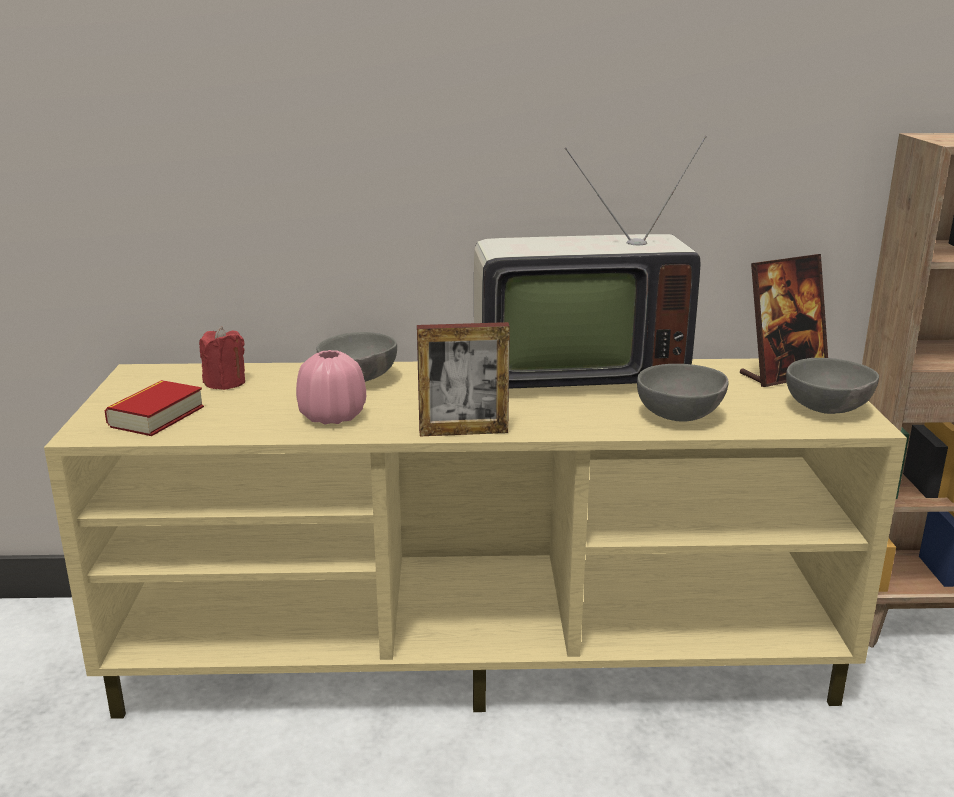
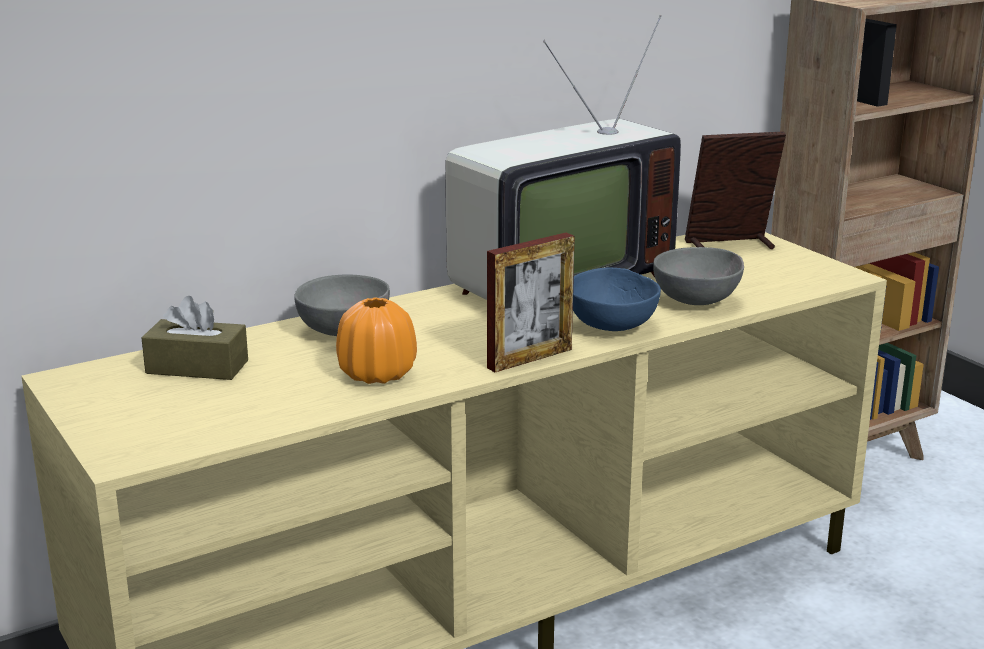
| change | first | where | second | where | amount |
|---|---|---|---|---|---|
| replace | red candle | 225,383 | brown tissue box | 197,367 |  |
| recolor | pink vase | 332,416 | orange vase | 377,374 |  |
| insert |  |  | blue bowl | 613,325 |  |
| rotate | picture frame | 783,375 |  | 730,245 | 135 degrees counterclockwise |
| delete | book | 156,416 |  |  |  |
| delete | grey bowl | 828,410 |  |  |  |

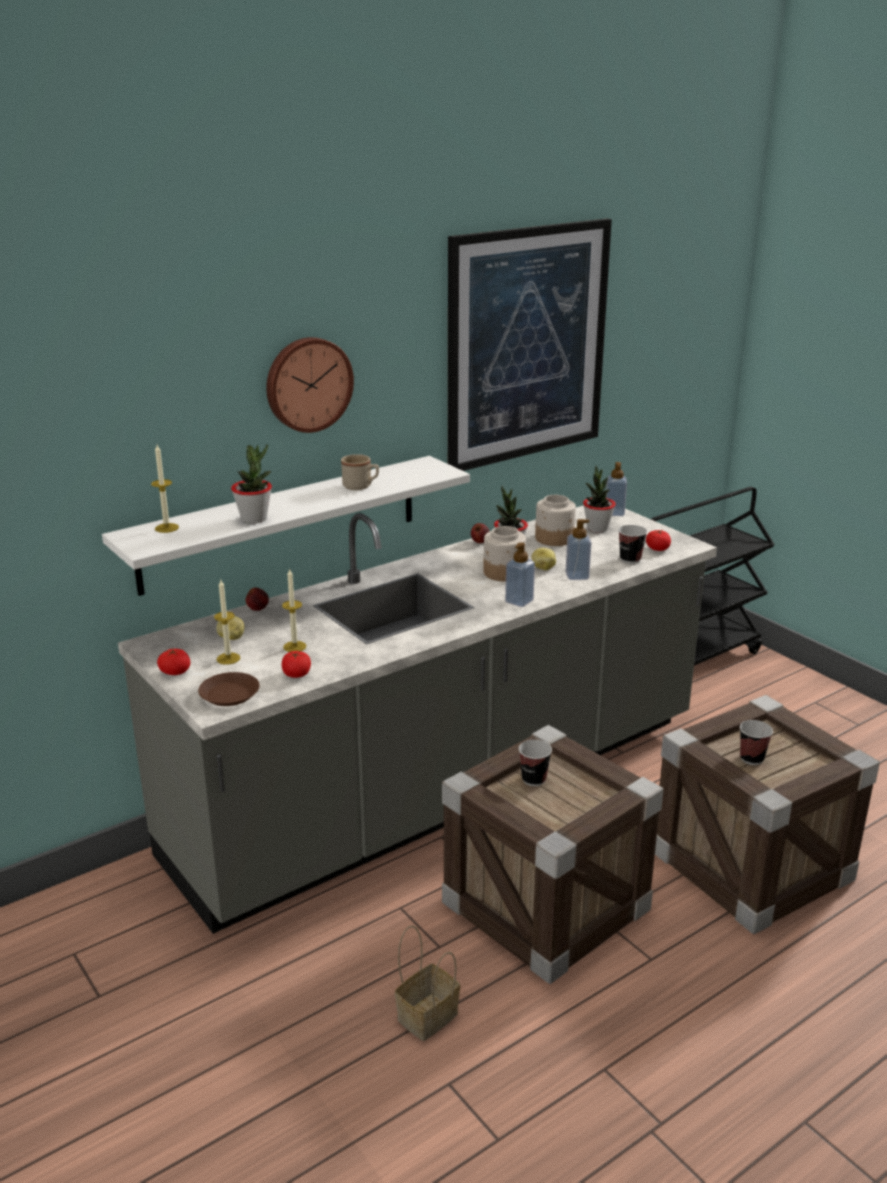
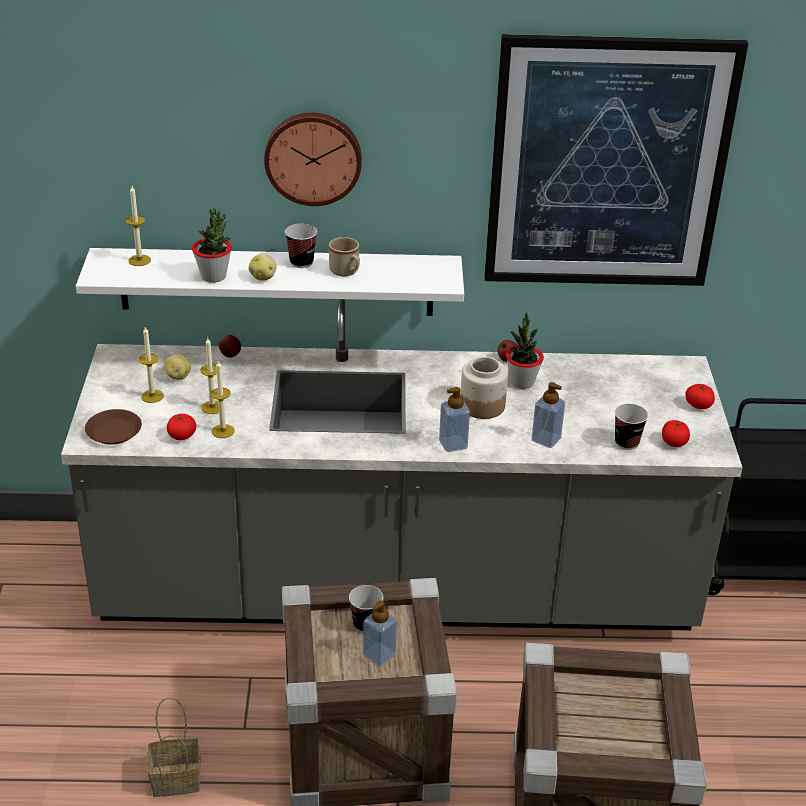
| change | first | where | second | where | amount |
|---|---|---|---|---|---|
| insert |  |  | candle | 223,431 |  |
| move | potato | 543,568 |  | 263,277 |  |
| move | cup | 751,758 |  | 301,262 |  |
| move | soap dispenser | 614,513 |  | 379,654 |  |
| move | tomato | 175,672 |  | 698,404 |  |
| delete | jar | 555,538 |  |  |  |
| delete | potted plant | 597,528 |  |  |  |

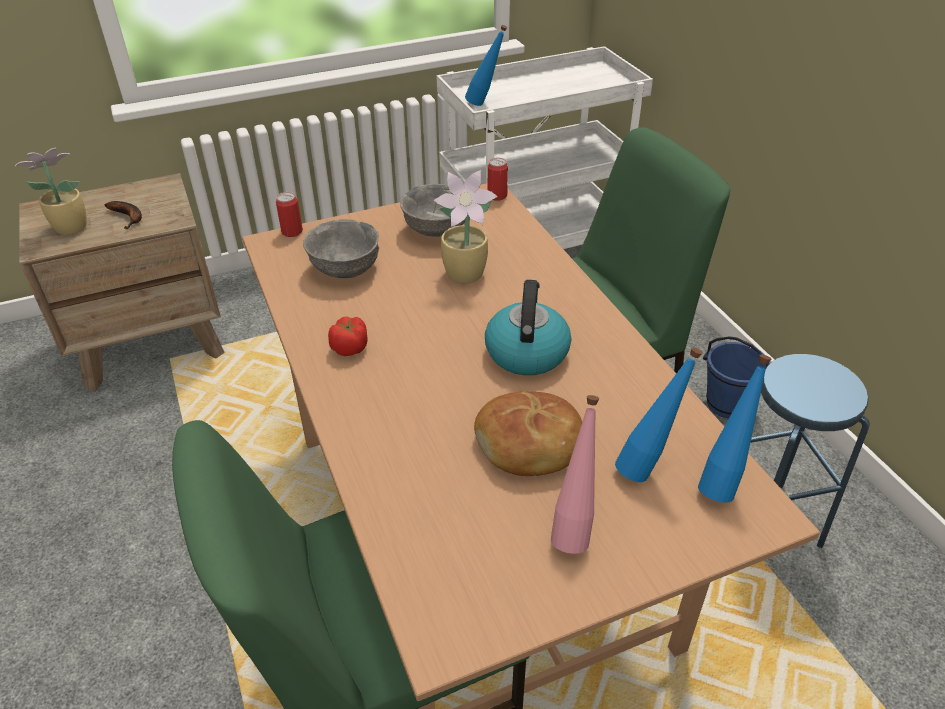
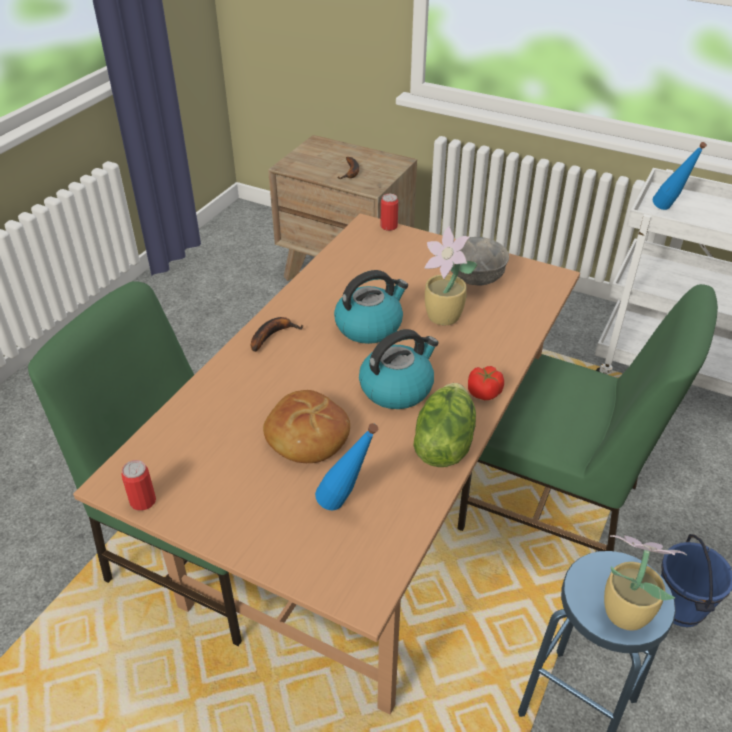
| change | first | where | second | where | amount |
|---|---|---|---|---|---|
| move | can | 497,196 |  | 143,501 |  |
| insert |  |  | banana | 272,335 |  |
| insert |  |  | kettle | 369,326 |  |
| insert |  |  | lettuce | 443,444 |  |
| move | tomato | 350,348 |  | 484,393 |  |
| move | potted plant | 69,228 |  | 623,611 |  |
| delete | grey bowl | 345,268 |  |  |  |
| delete | pink bottle | 573,528 |  |  |  |
| delete | blue bottle | 722,482 |  |  |  |

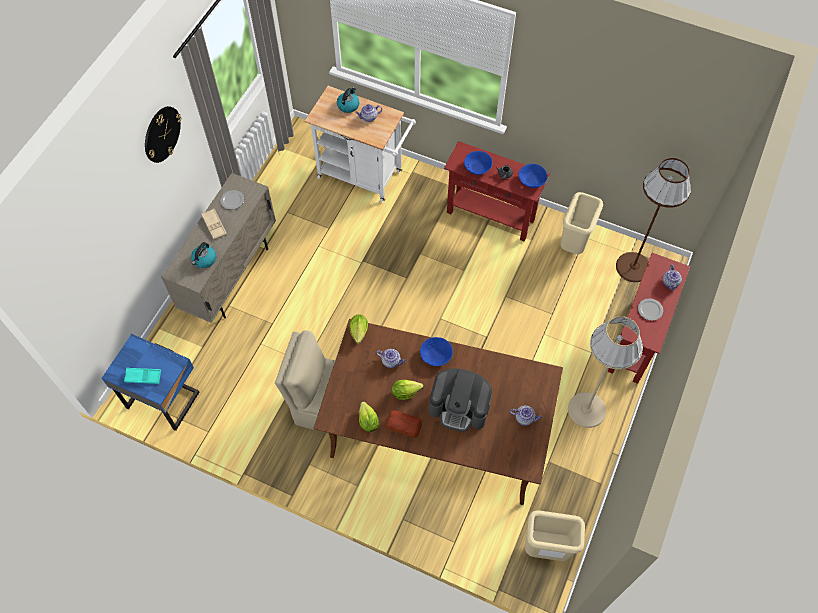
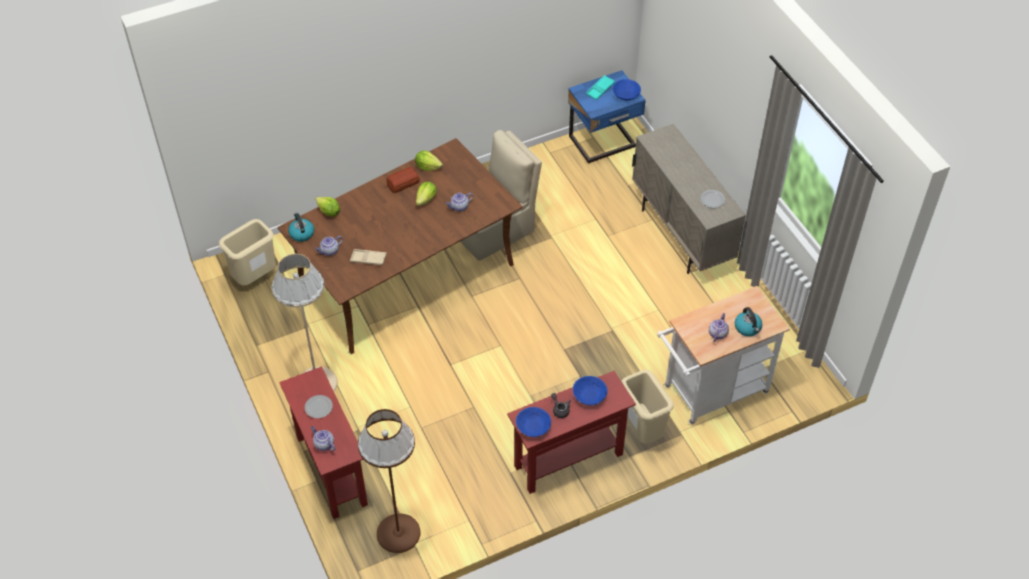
| change | first | where | second | where | amount |
|---|---|---|---|---|---|
| move | kettle | 204,260 |  | 301,233 |  |
| move | lettuce | 359,331 |  | 329,212 |  |
| move | beige tray | 214,225 |  | 368,259 |  |
| move | blue bowl | 436,355 |  | 625,95 |  |
| move | beige trash can | 574,244 |  | 641,431 |  |
| delete | wall clock | 161,134 |  |  |  |
| delete | coffee machine | 459,407 |  |  |  |

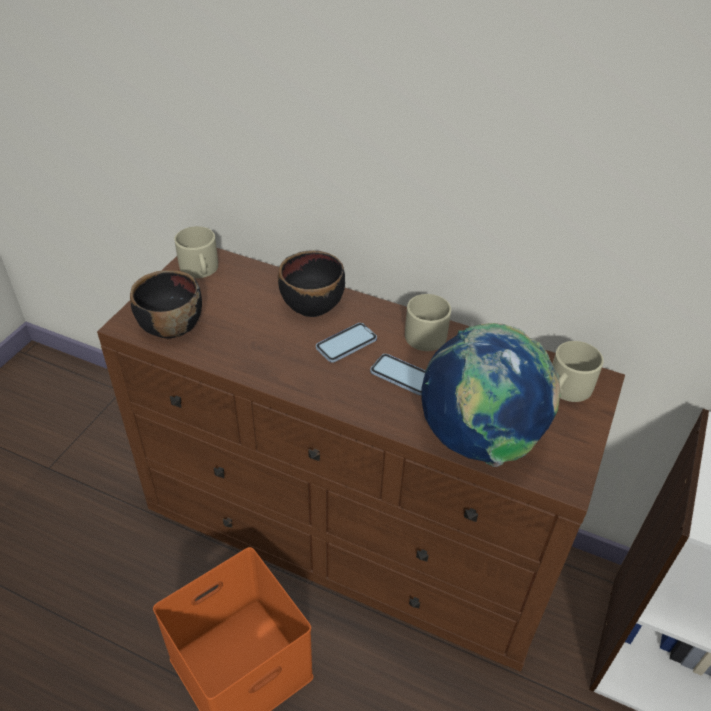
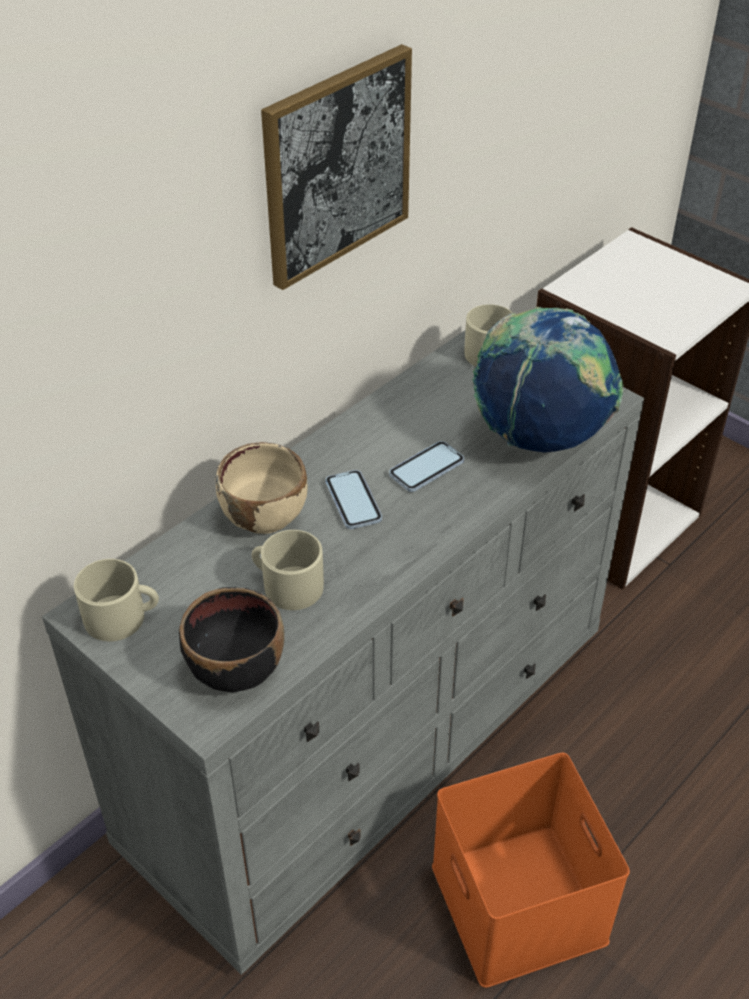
| change | first | where | second | where | amount |
|---|---|---|---|---|---|
| recolor | brown dresser | 352,534 | grey dresser | 374,734 |  |
| recolor | black bowl | 312,305 | beige bowl | 265,515 |  |
| move | beige mug | 426,332 |  | 286,585 |  |
| insert |  |  | picture | 336,166 |  |

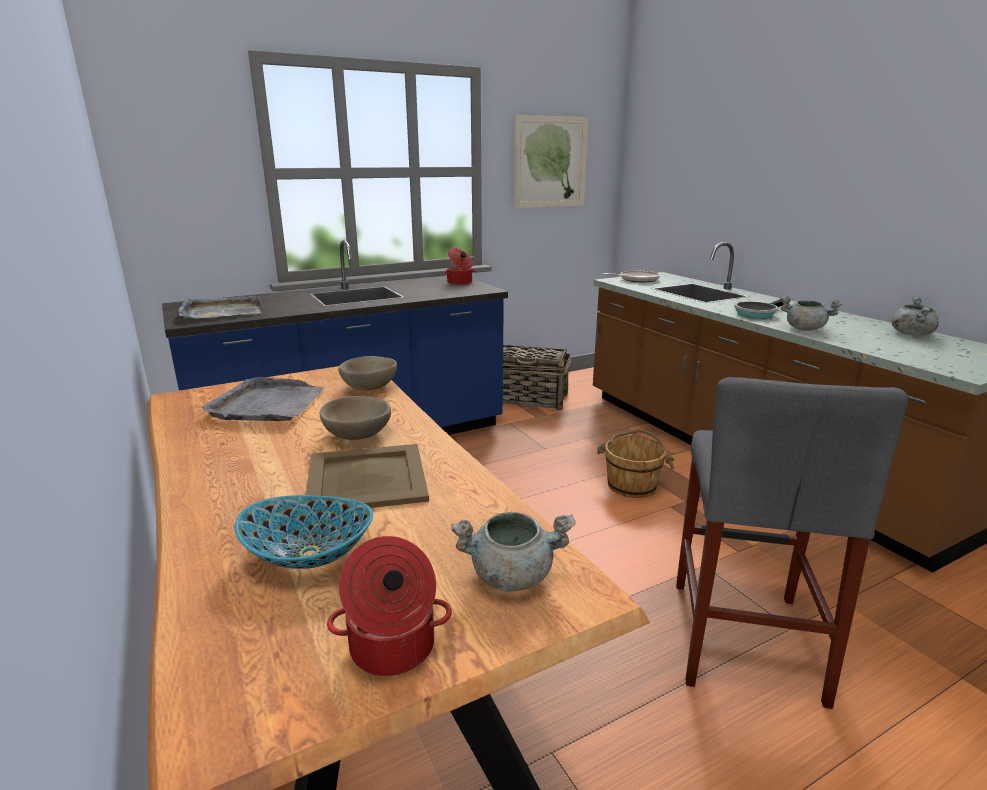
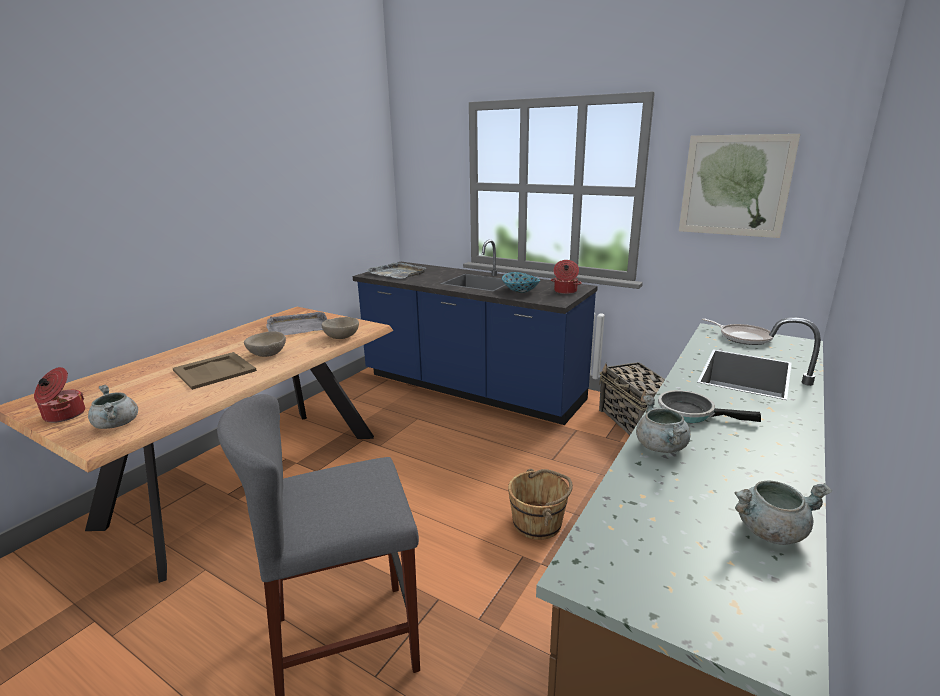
| change | first | where | second | where | amount |
|---|---|---|---|---|---|
| move | bowl | 309,555 |  | 520,291 |  |

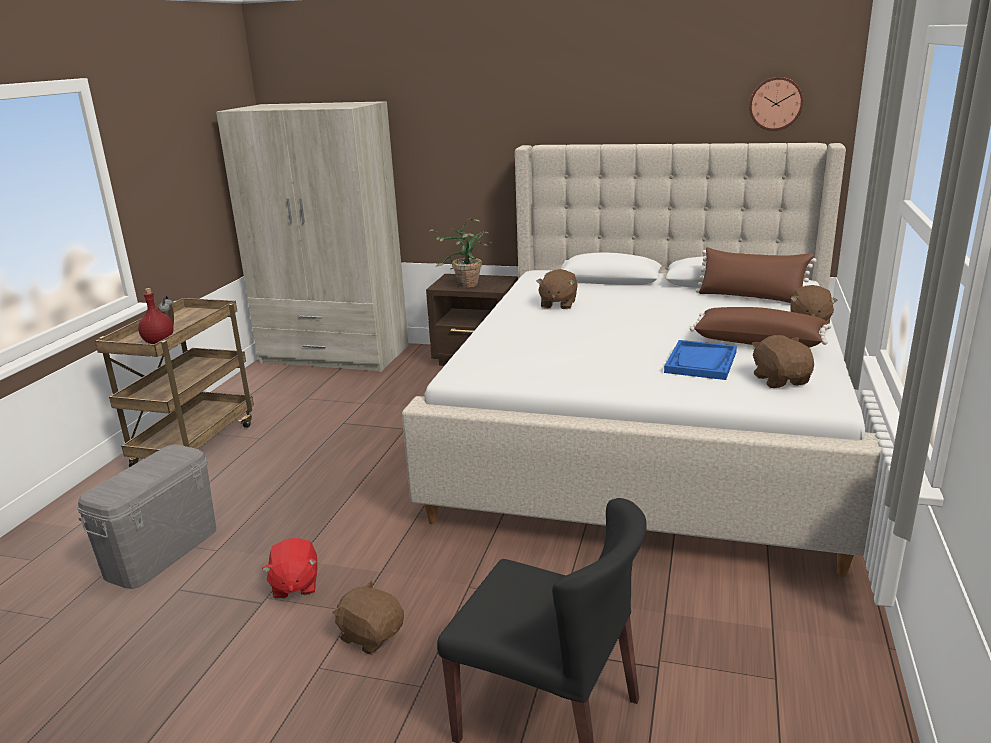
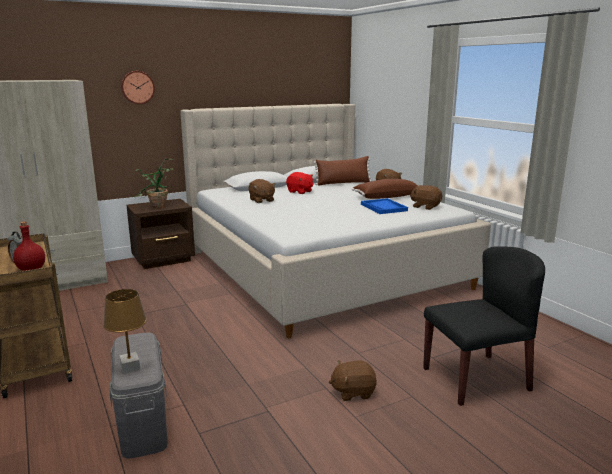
| change | first | where | second | where | amount |
|---|---|---|---|---|---|
| insert |  |  | brown table lamp | 129,366 |  |
| move | wall clock | 775,103 |  | 137,87 |  |
| move | red plush toy | 294,585 |  | 300,192 |  |

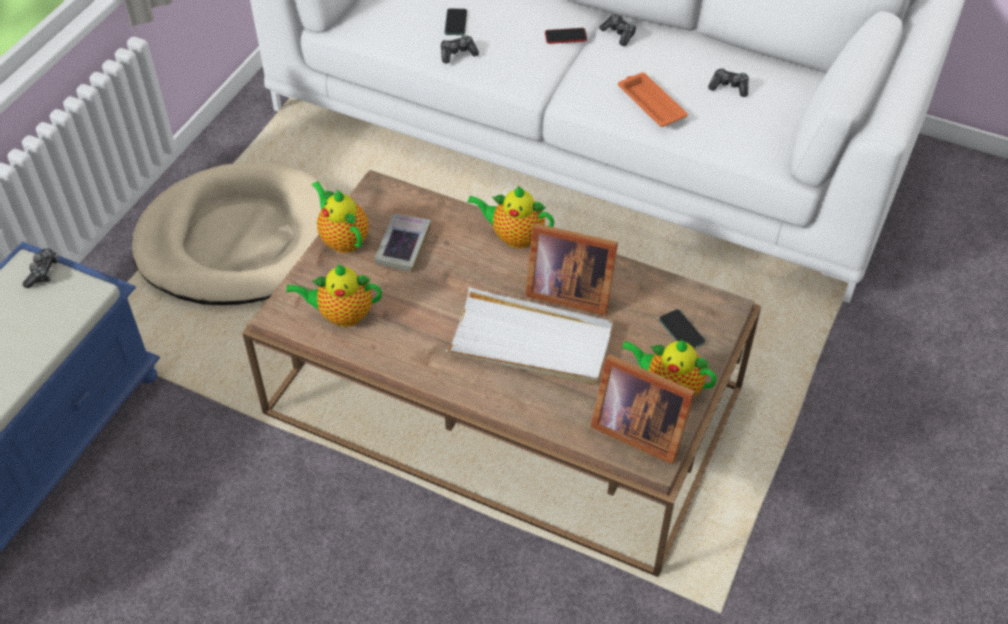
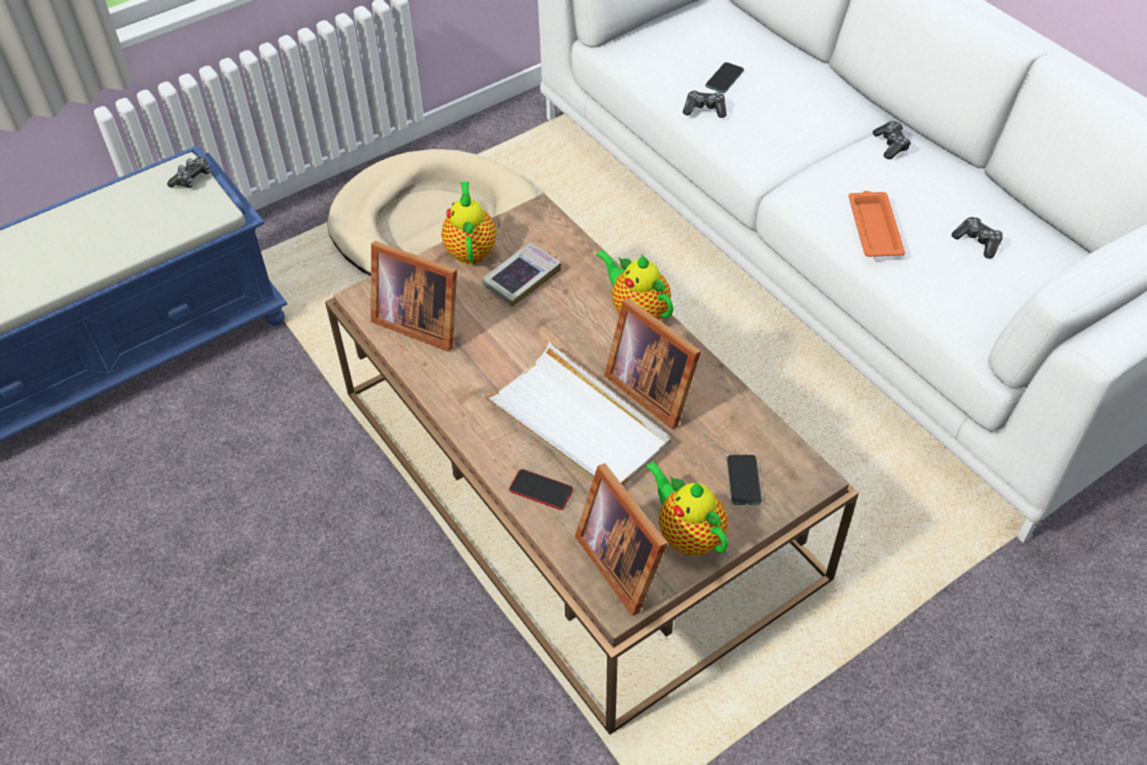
| change | first | where | second | where | amount |
|---|---|---|---|---|---|
| replace | teapot | 342,315 | picture frame | 418,321 |  |
| move | phone | 565,36 |  | 541,490 |  |

